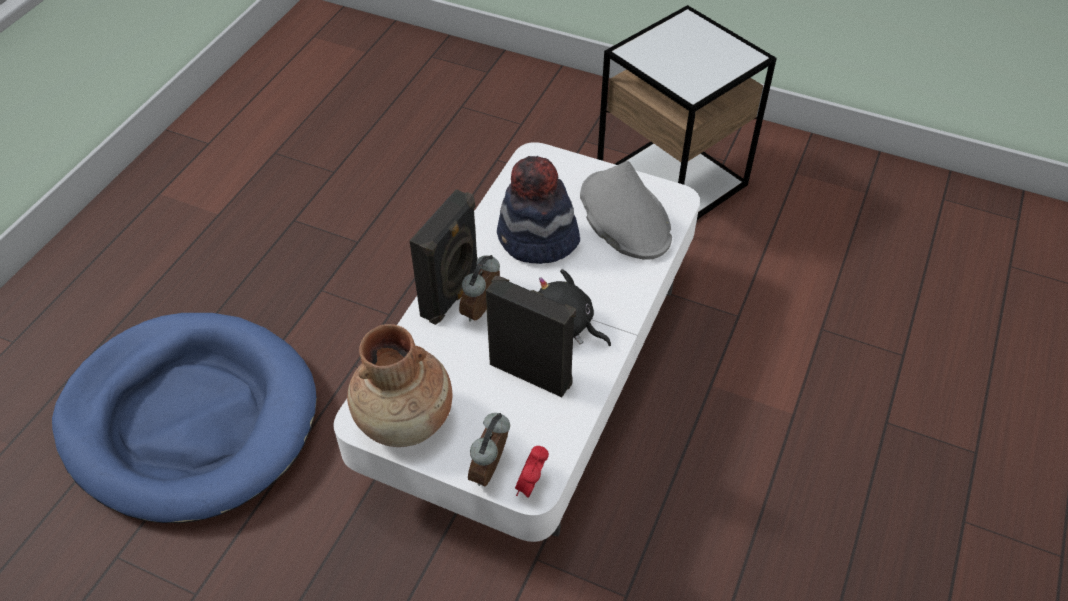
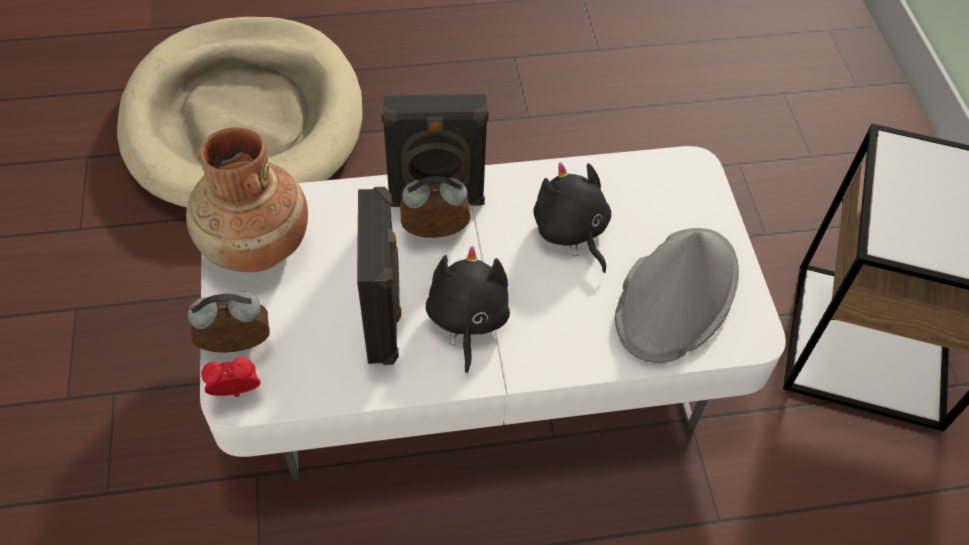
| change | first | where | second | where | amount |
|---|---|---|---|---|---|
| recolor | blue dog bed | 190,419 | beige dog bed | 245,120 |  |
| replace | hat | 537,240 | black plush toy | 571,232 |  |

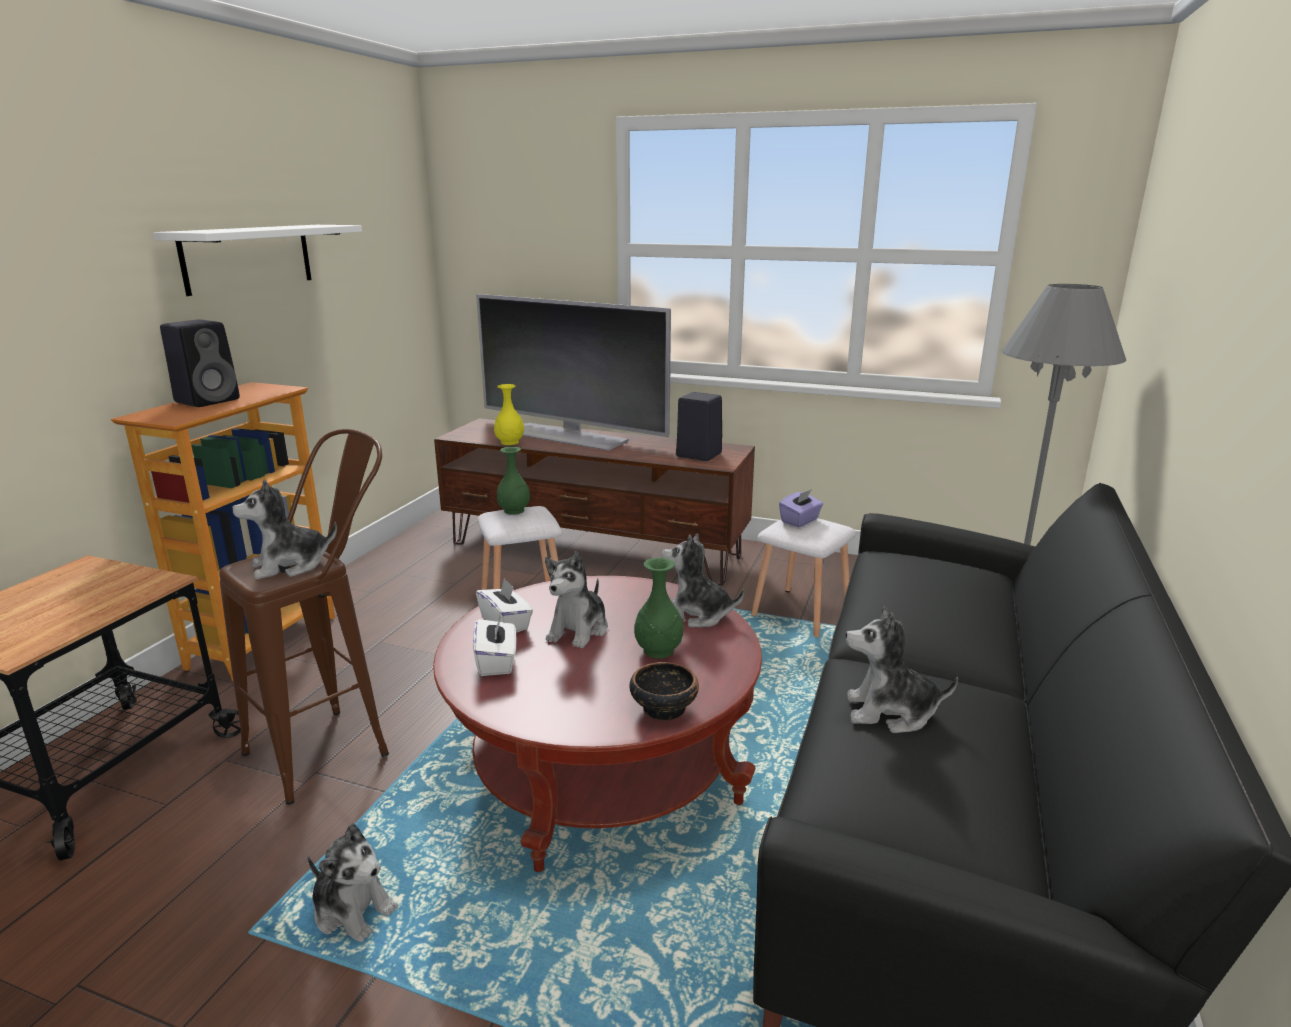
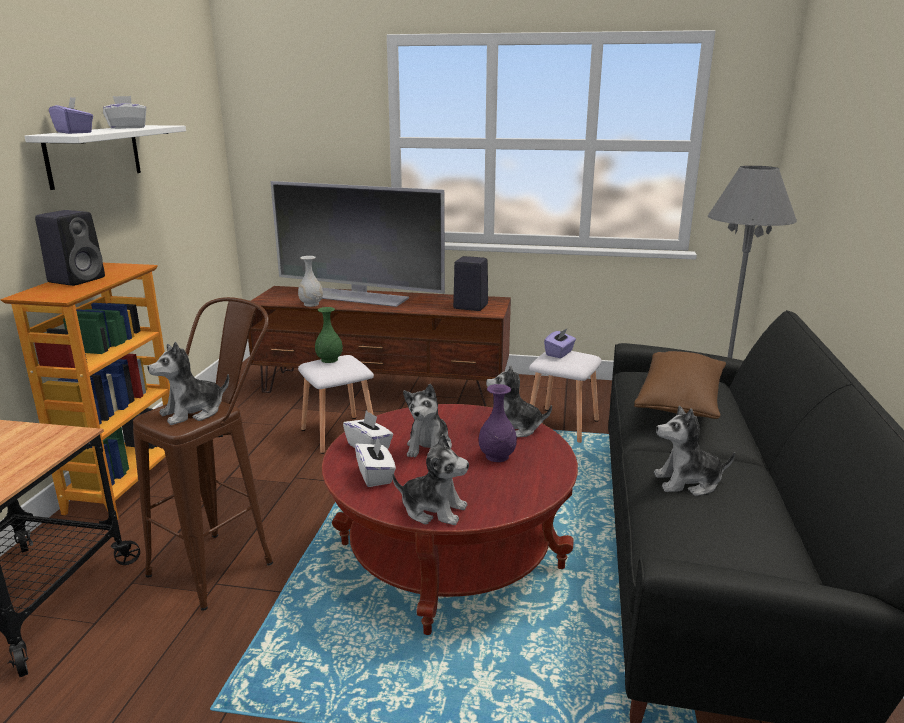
| change | first | where | second | where | amount |
|---|---|---|---|---|---|
| insert |  |  | purple tissue box | 74,132 |  |
| insert |  |  | white tissue box | 127,128 |  |
| recolor | yellow vase | 510,442 | white vase | 311,304 |  |
| move | plush toy | 353,910 |  | 433,510 |  |
| recolor | green vase | 658,650 | purple vase | 496,456 |  |
| insert |  |  | brown pillow | 680,402 |  |
| delete | bowl | 663,708 |  |  |  |

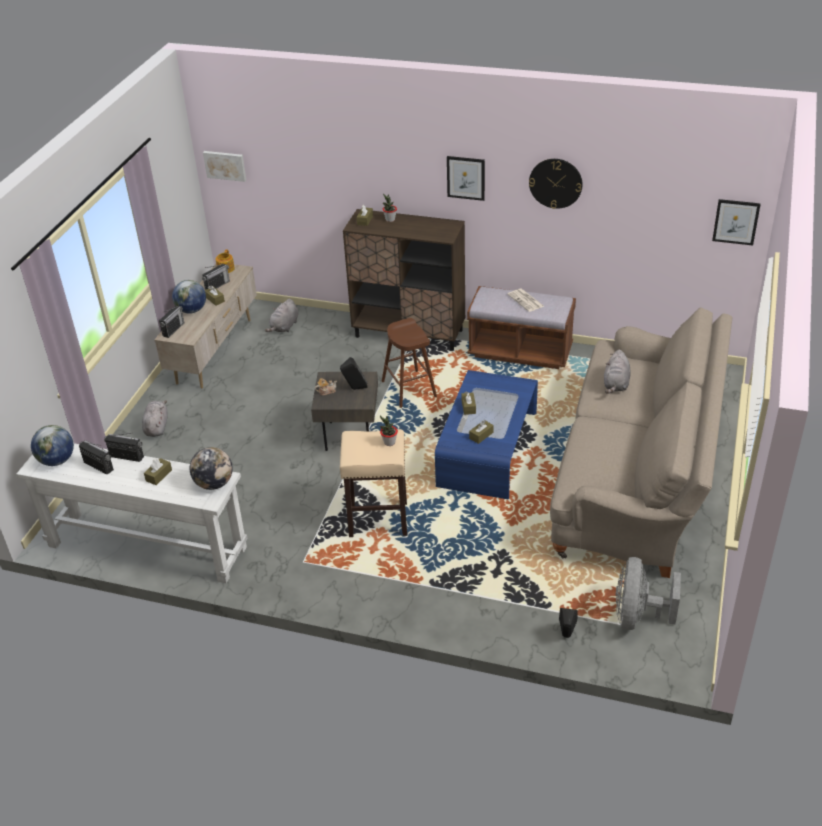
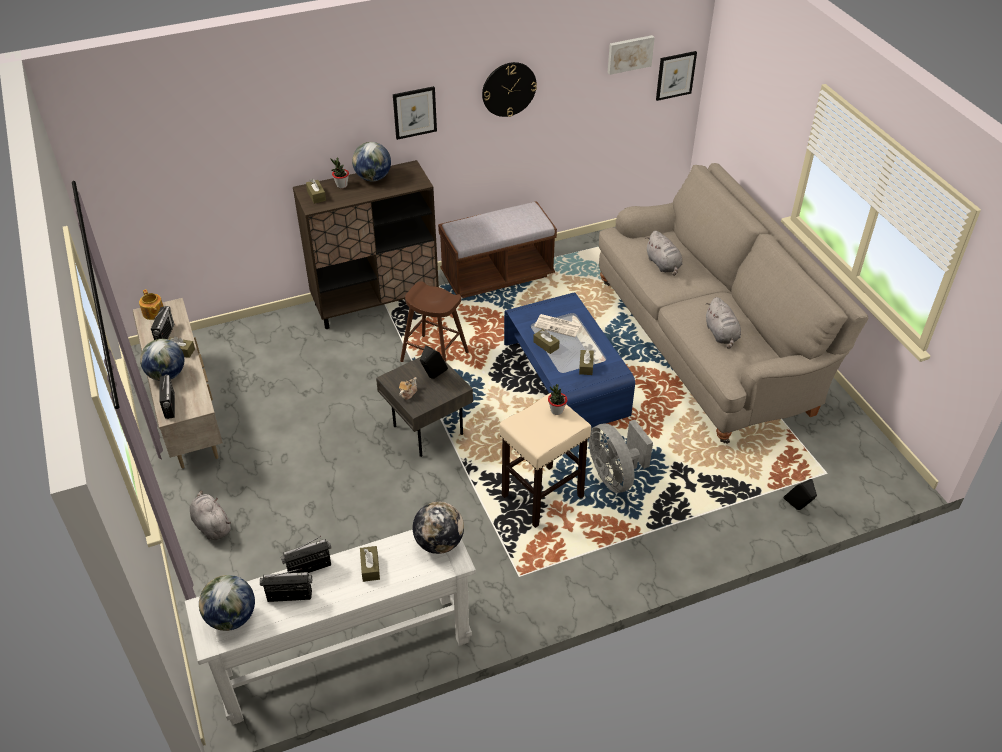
| change | first | where | second | where | amount |
|---|---|---|---|---|---|
| insert |  |  | globe | 373,178 |  |
| move | newspaper | 526,300 |  | 558,326 |  |
| move | grey fan | 637,616 |  | 615,476 |  |
| move | picture | 225,165 |  | 629,54 |  |
| move | grey plush toy | 284,327 |  | 721,334 |  |

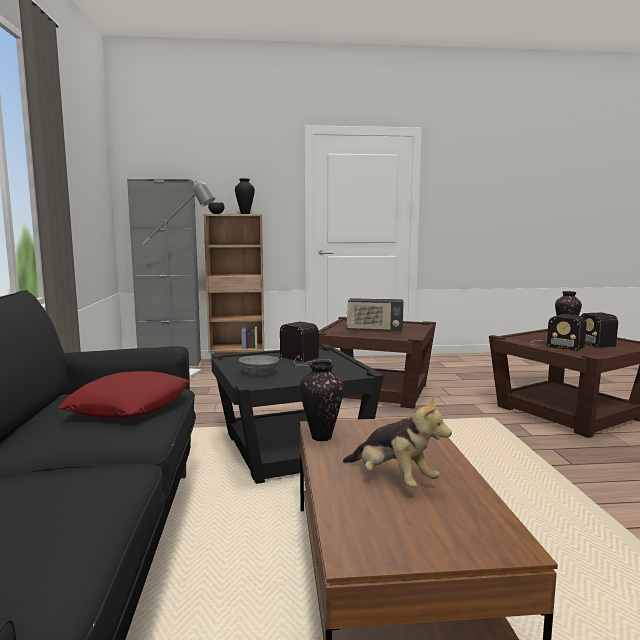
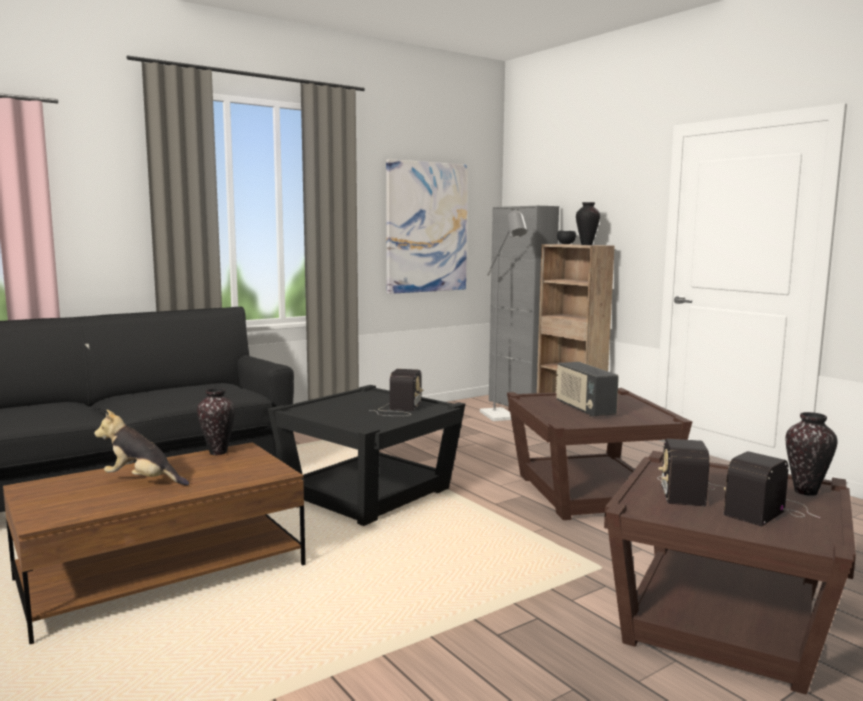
| change | first | where | second | where | amount |
|---|---|---|---|---|---|
| rotate | plush toy | 393,480 |  | 142,481 | 90 degrees clockwise |
| insert |  |  | picture | 426,227 |  |
| delete | red pillow | 129,405 |  |  |  |
| delete | grey bowl | 259,374 |  |  |  |

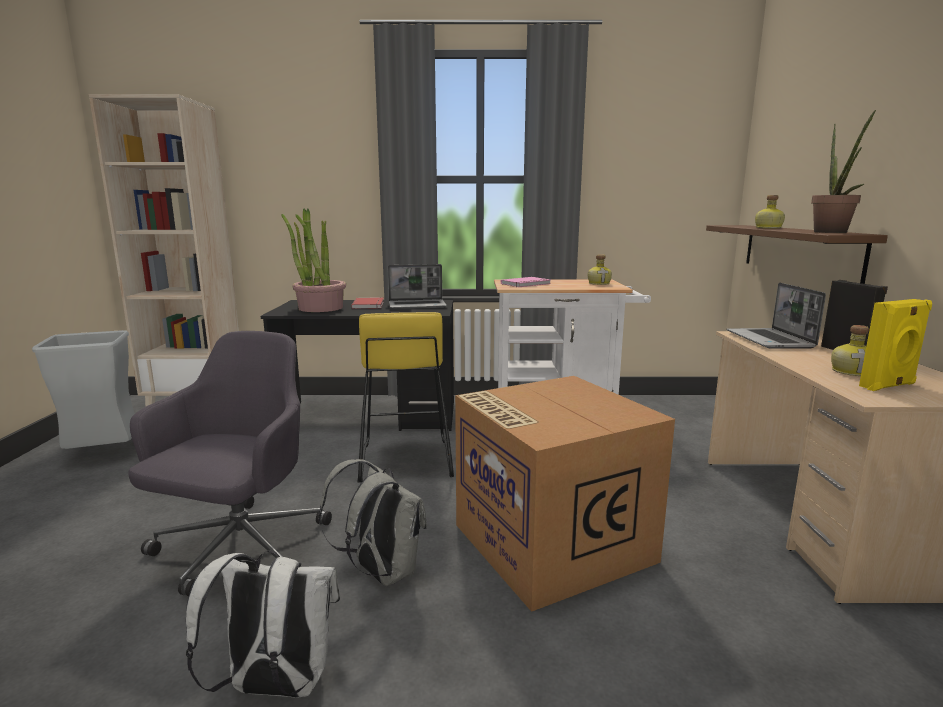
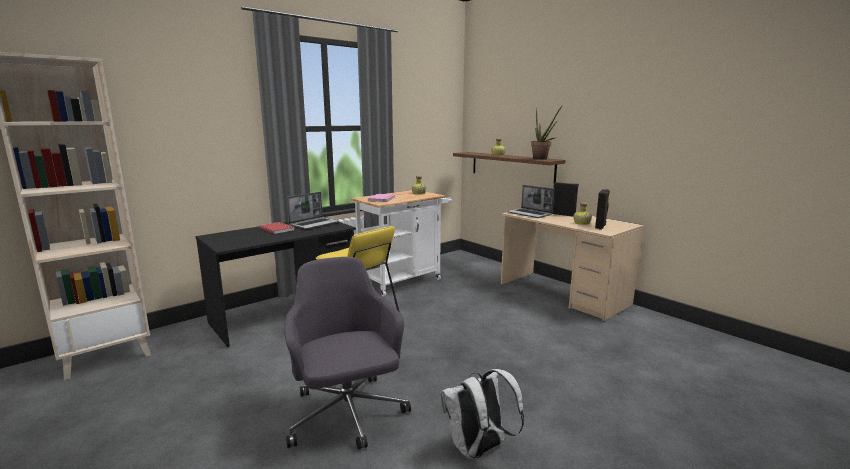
| change | first | where | second | where | amount |
|---|---|---|---|---|---|
| recolor | yellow speaker | 888,386 | black speaker | 601,226 |  |
| delete | grey trash can | 105,455 |  |  |  |
| delete | potted plant | 320,308 |  |  |  |
| delete | grey backpack | 381,572 |  |  |  |
| delete | cardboard box | 549,542 |  |  |  |

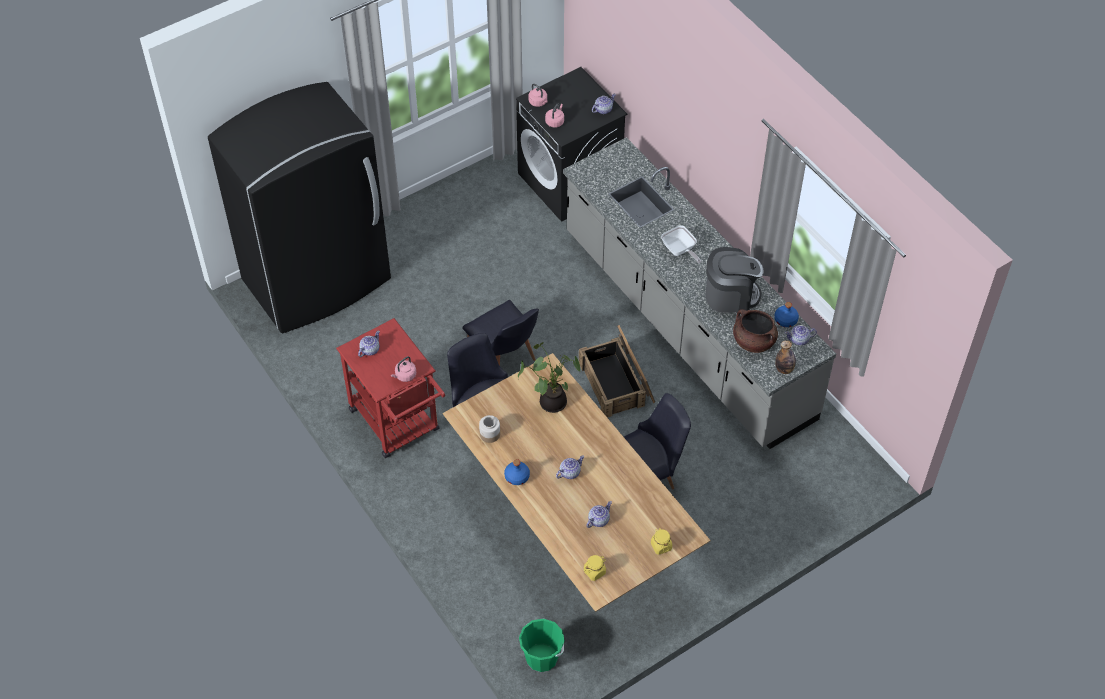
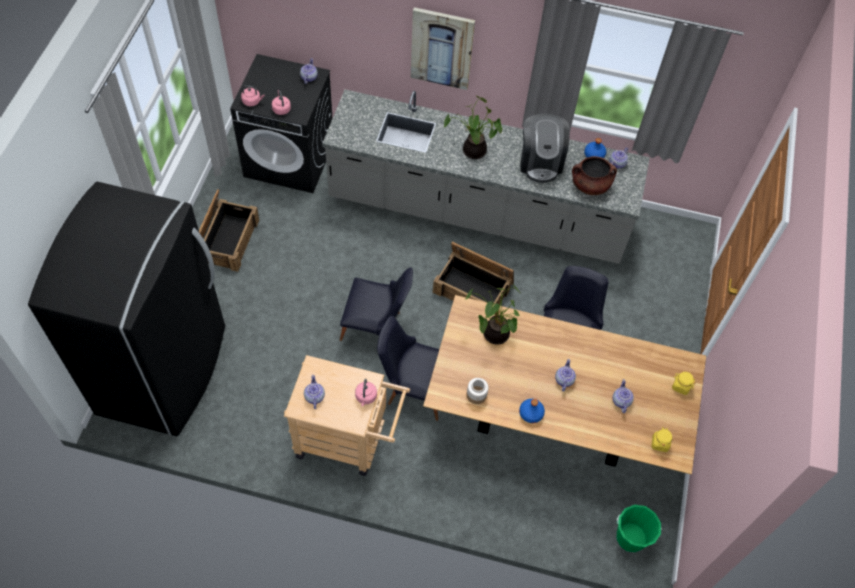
| change | first | where | second | where | amount |
|---|---|---|---|---|---|
| insert |  |  | crate | 224,239 |  |
| recolor | red cart | 398,425 | beige cart | 348,440 |  |
| insert |  |  | picture | 442,48 |  |
| replace | frying pan | 680,251 | potted plant | 472,152 |  |
| rotate | coffee machine | 730,295 |  | 540,162 | 135 degrees clockwise |
| delete | bottle | 784,369 |  |  |  |

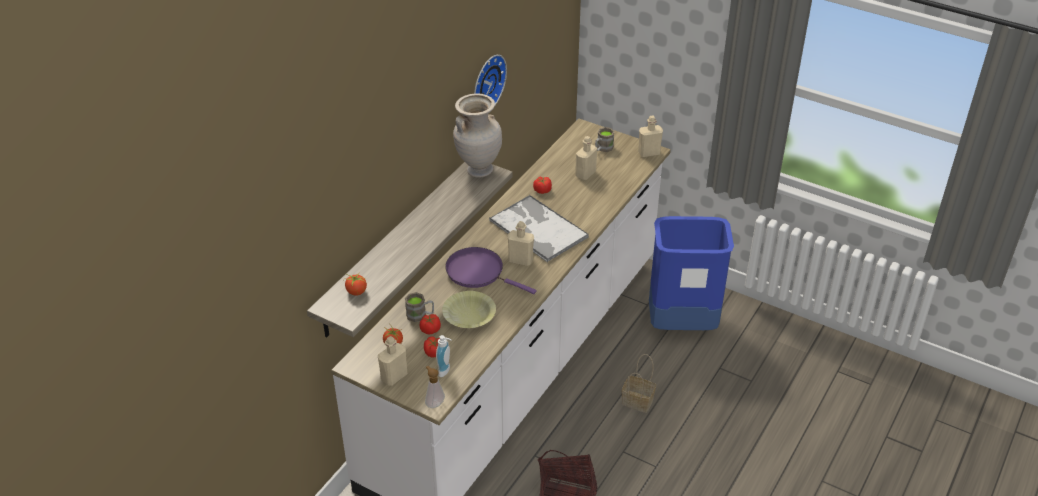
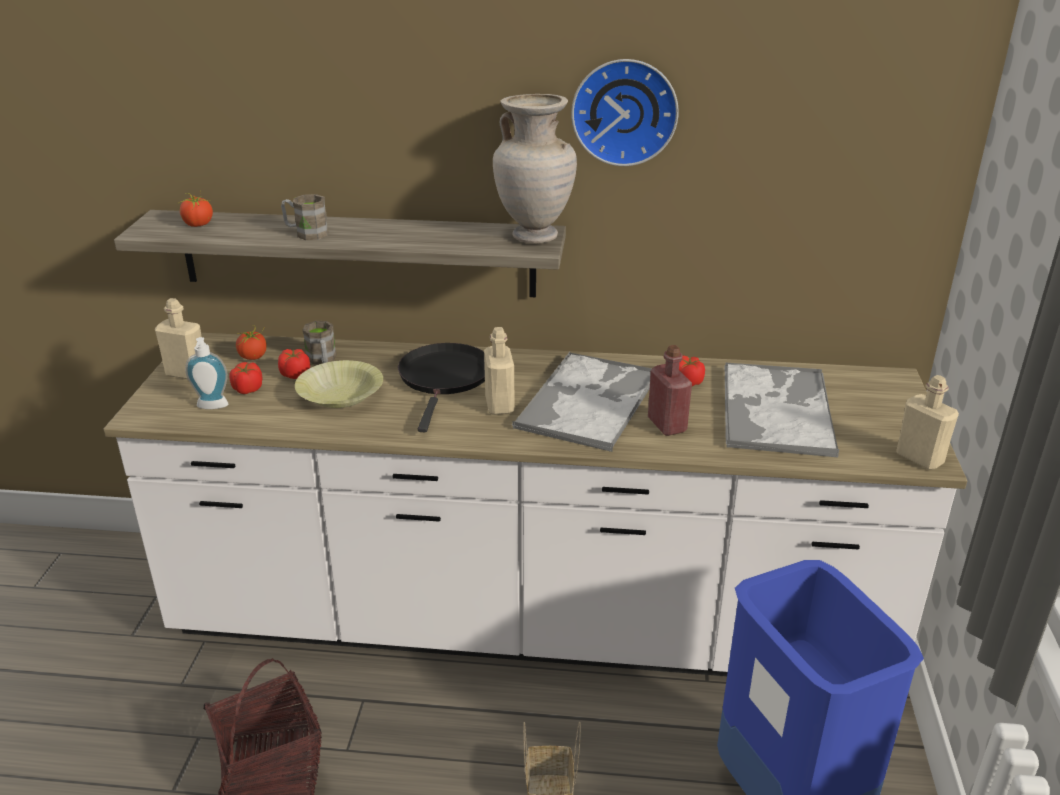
| change | first | where | second | where | amount |
|---|---|---|---|---|---|
| move | brown mug | 602,148 |  | 306,233 |  |
| recolor | purple frying pan | 478,272 | black frying pan | 444,379 |  |
| insert |  |  | red bottle | 667,425 |  |
| replace | beige bottle | 585,174 | tray | 776,409 |  |
| delete | soap dispenser | 434,403 |  |  |  |

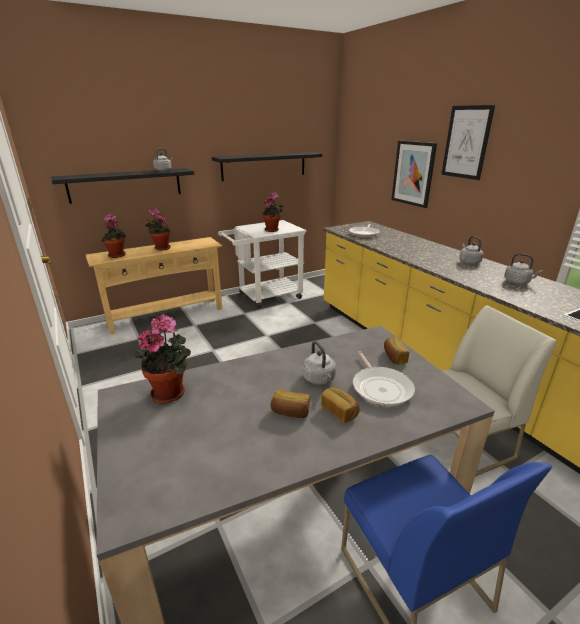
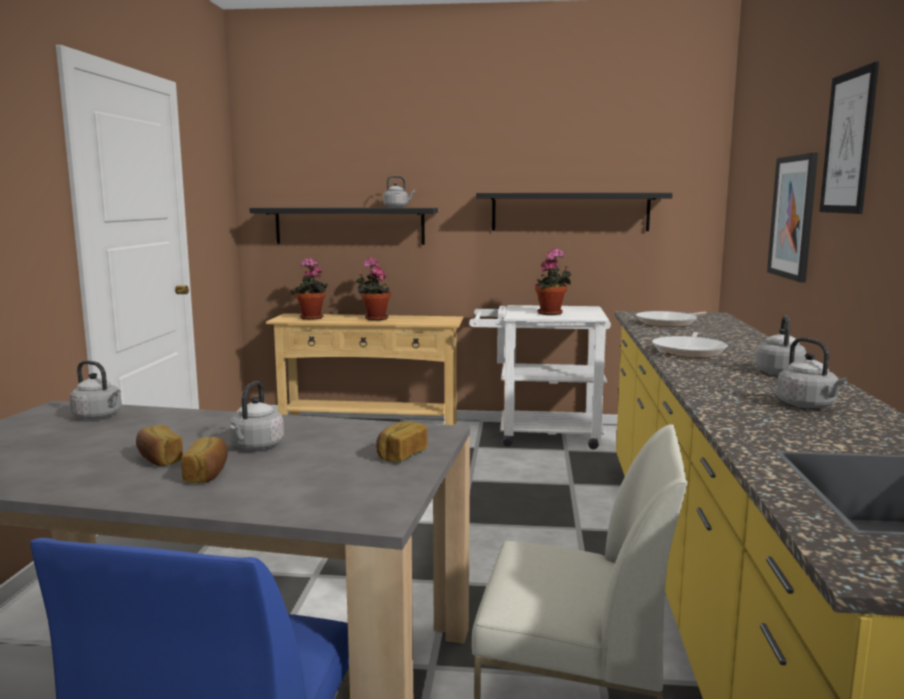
| change | first | where | second | where | amount |
|---|---|---|---|---|---|
| replace | potted plant | 171,392 | grey kettle | 99,416 |  |
| move | frying pan | 381,387 |  | 689,351 |  |

